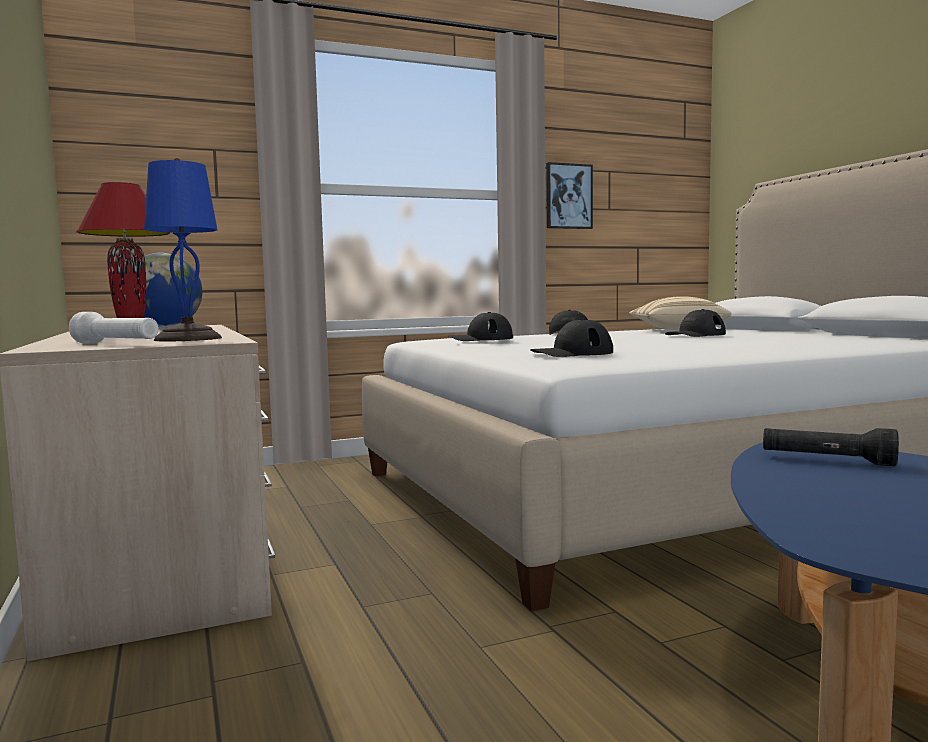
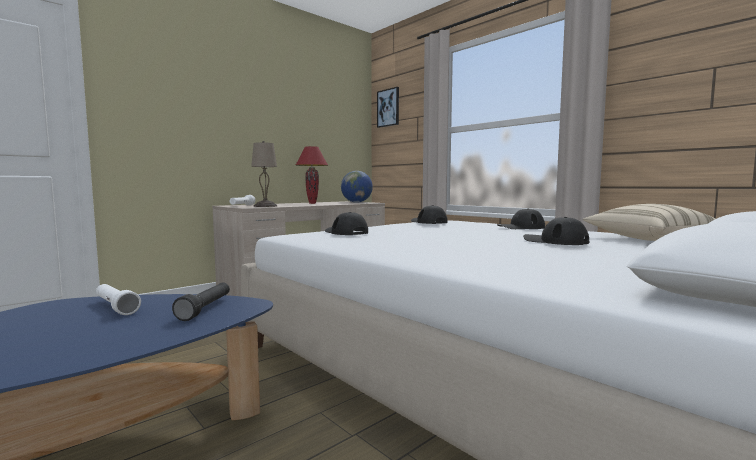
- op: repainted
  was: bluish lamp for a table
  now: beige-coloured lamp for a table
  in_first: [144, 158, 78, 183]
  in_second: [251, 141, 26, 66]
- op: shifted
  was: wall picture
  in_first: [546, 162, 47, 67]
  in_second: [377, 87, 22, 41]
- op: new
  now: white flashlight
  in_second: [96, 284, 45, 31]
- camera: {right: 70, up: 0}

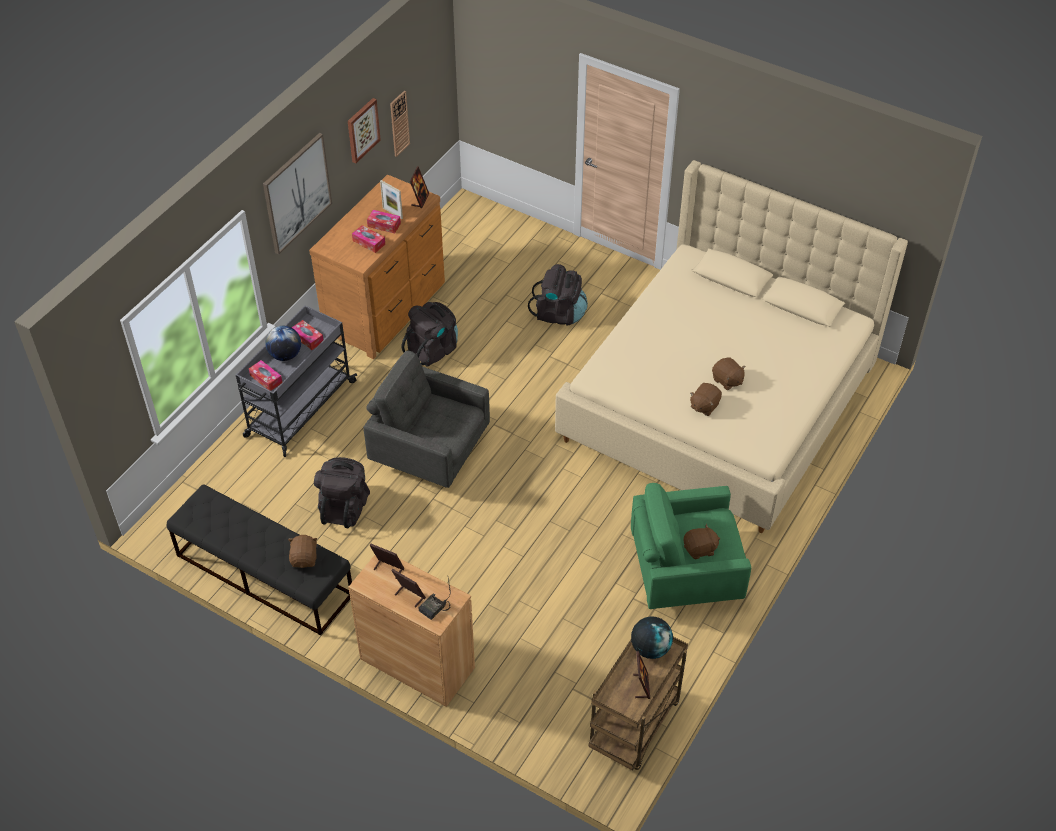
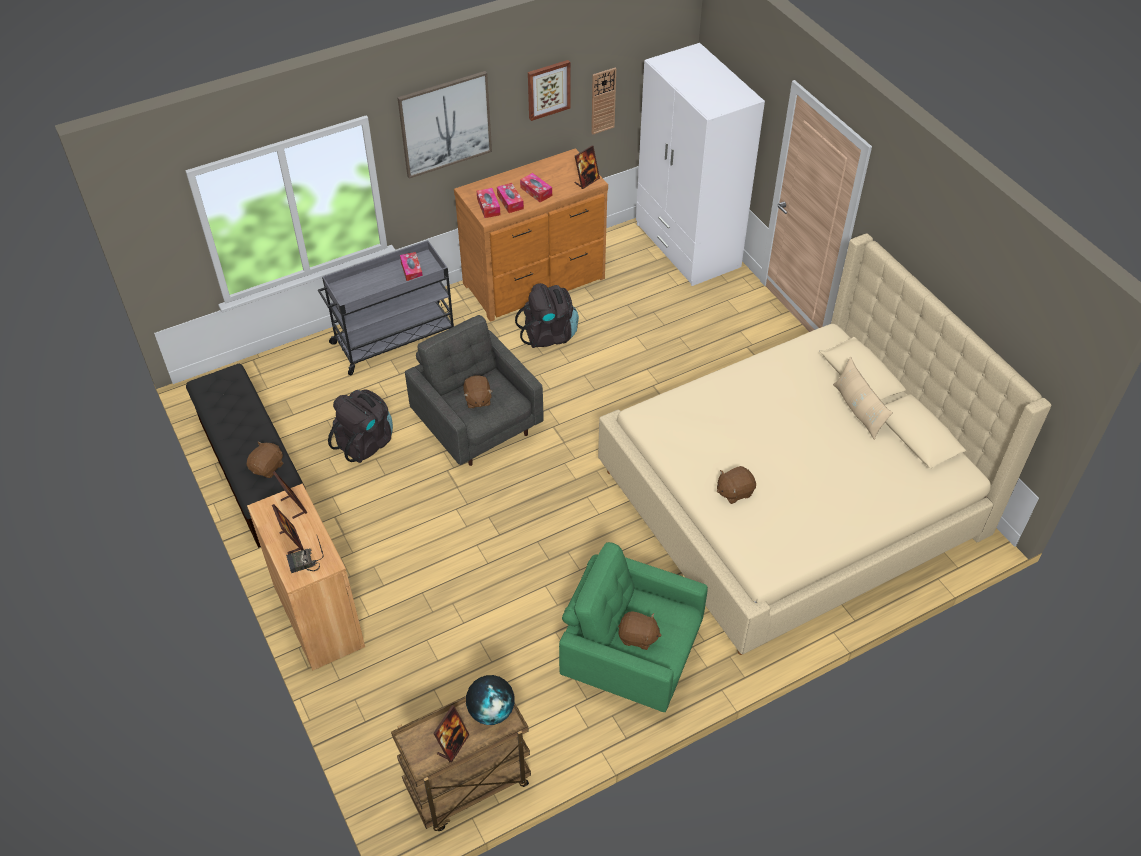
- op: shifted
  was: tissue holder
  in_first: [249, 360, 33, 31]
  in_second: [477, 188, 23, 30]
- op: gone
  was: world globe
  in_first: [265, 326, 36, 35]
- op: gone
  was: photo frame
  in_first: [380, 180, 23, 39]
- op: gone
  was: black-coloured backpack
  in_first: [528, 264, 60, 61]
- op: shifted
  was: brownish plush toy
  in_first: [712, 357, 34, 33]
  in_second: [463, 375, 29, 33]
- op: new
  now: white armoire
  in_second: [636, 43, 129, 243]
- op: new
  now: beige-coloured throw pillow
  in_second: [833, 357, 60, 83]
- camera: {right: 30, up: 0}

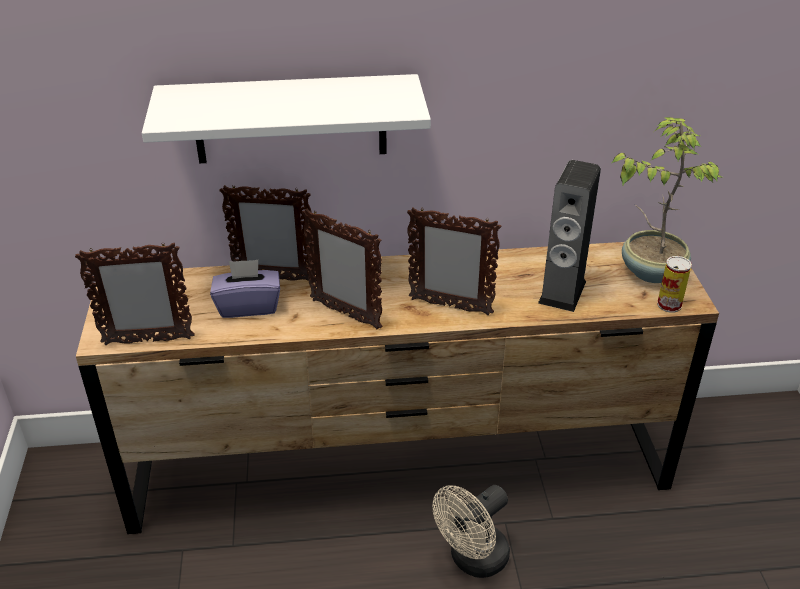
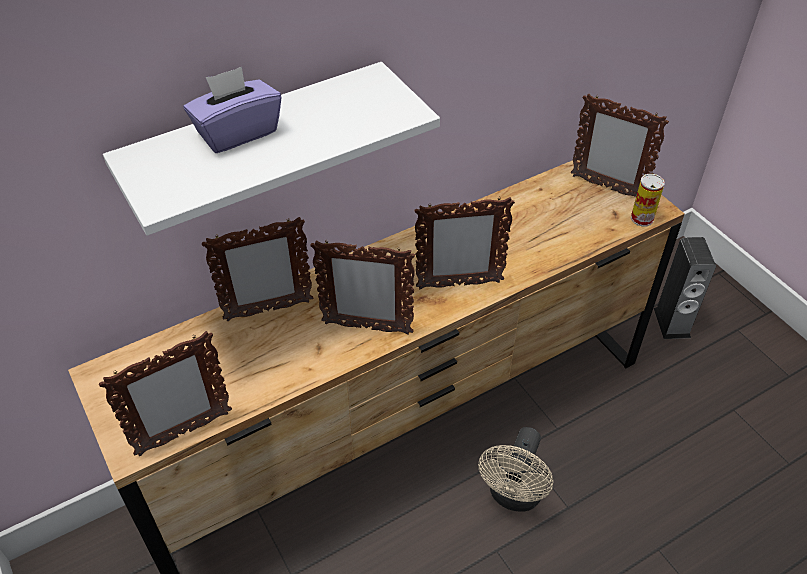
- op: shifted
  was: purple-coloured tissue holder
  in_first: [210, 260, 70, 58]
  in_second: [184, 67, 97, 86]
- op: shifted
  was: audio speaker
  in_first: [538, 160, 63, 152]
  in_second: [654, 237, 62, 102]
- op: swapped
  was: plant in a pot
  now: photo frame
  in_first: [612, 117, 110, 166]
  in_second: [571, 94, 98, 103]
- camera: {right: -25, up: 10}

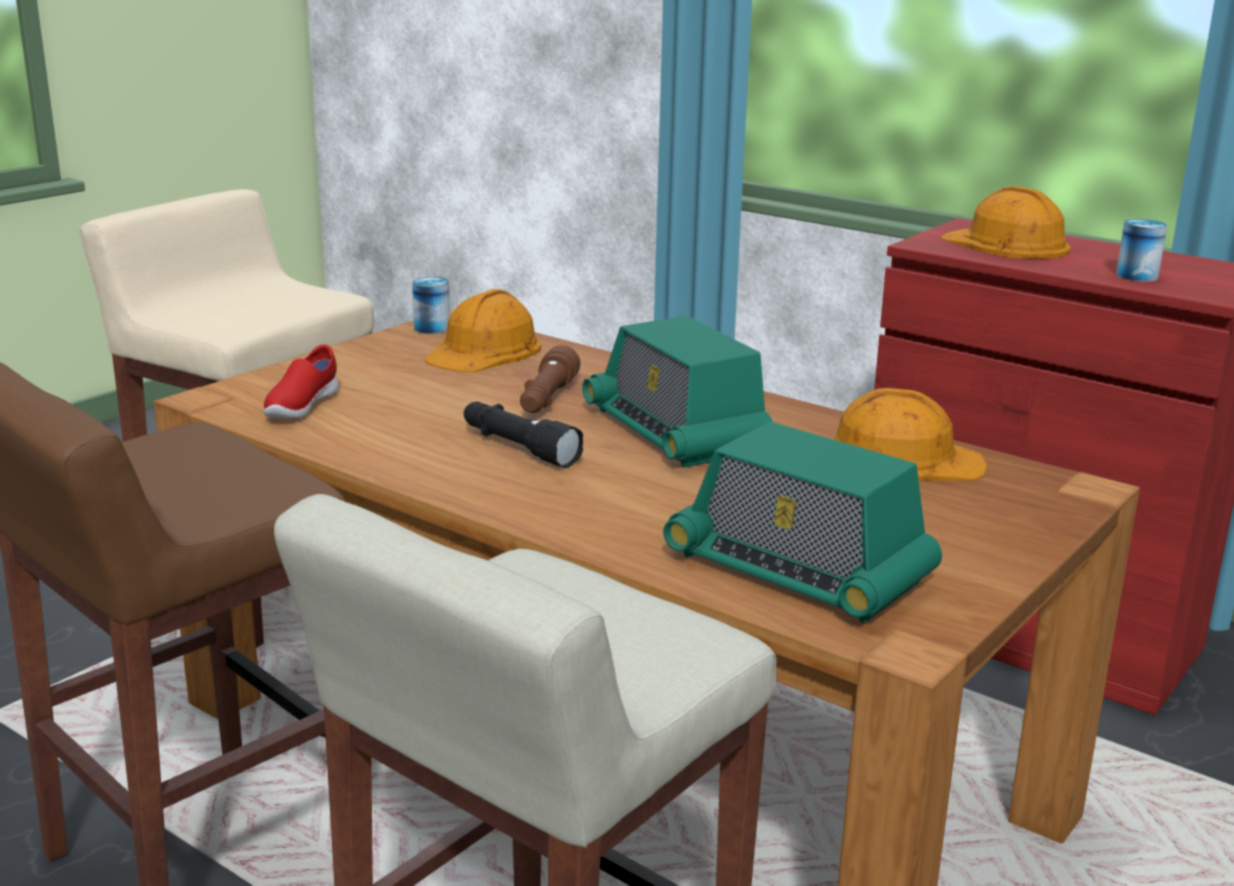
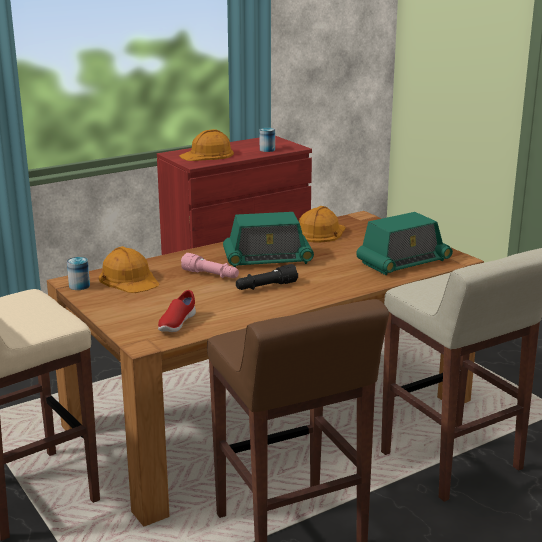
- op: rotated
  was: red-coloured shoe
  in_first: [264, 344, 75, 74]
  in_second: [158, 290, 38, 42]
  clockwise: 75
- op: repainted
  was: brownish flashlight
  now: pinkish flashlight
  in_first: [520, 345, 60, 68]
  in_second: [181, 253, 58, 25]
- camera: {right: -70, up: 0}

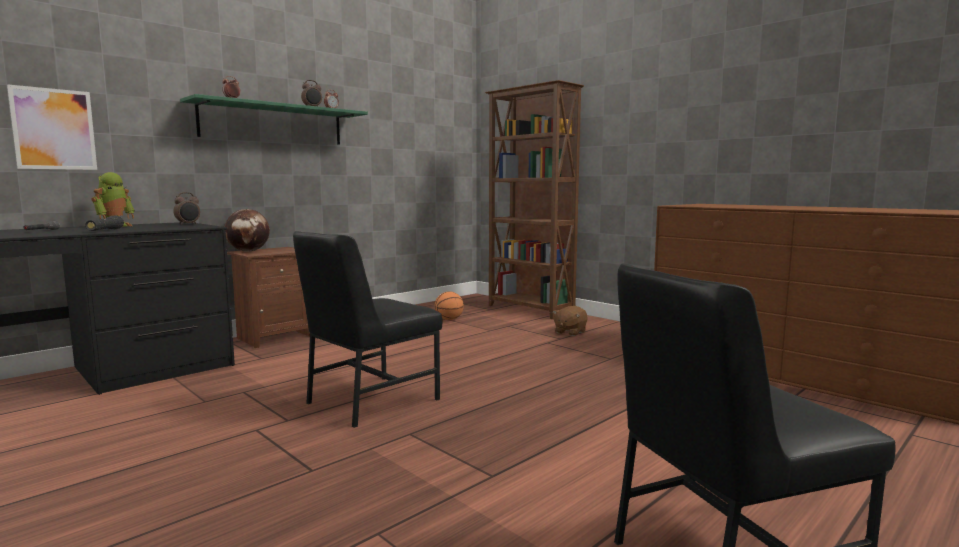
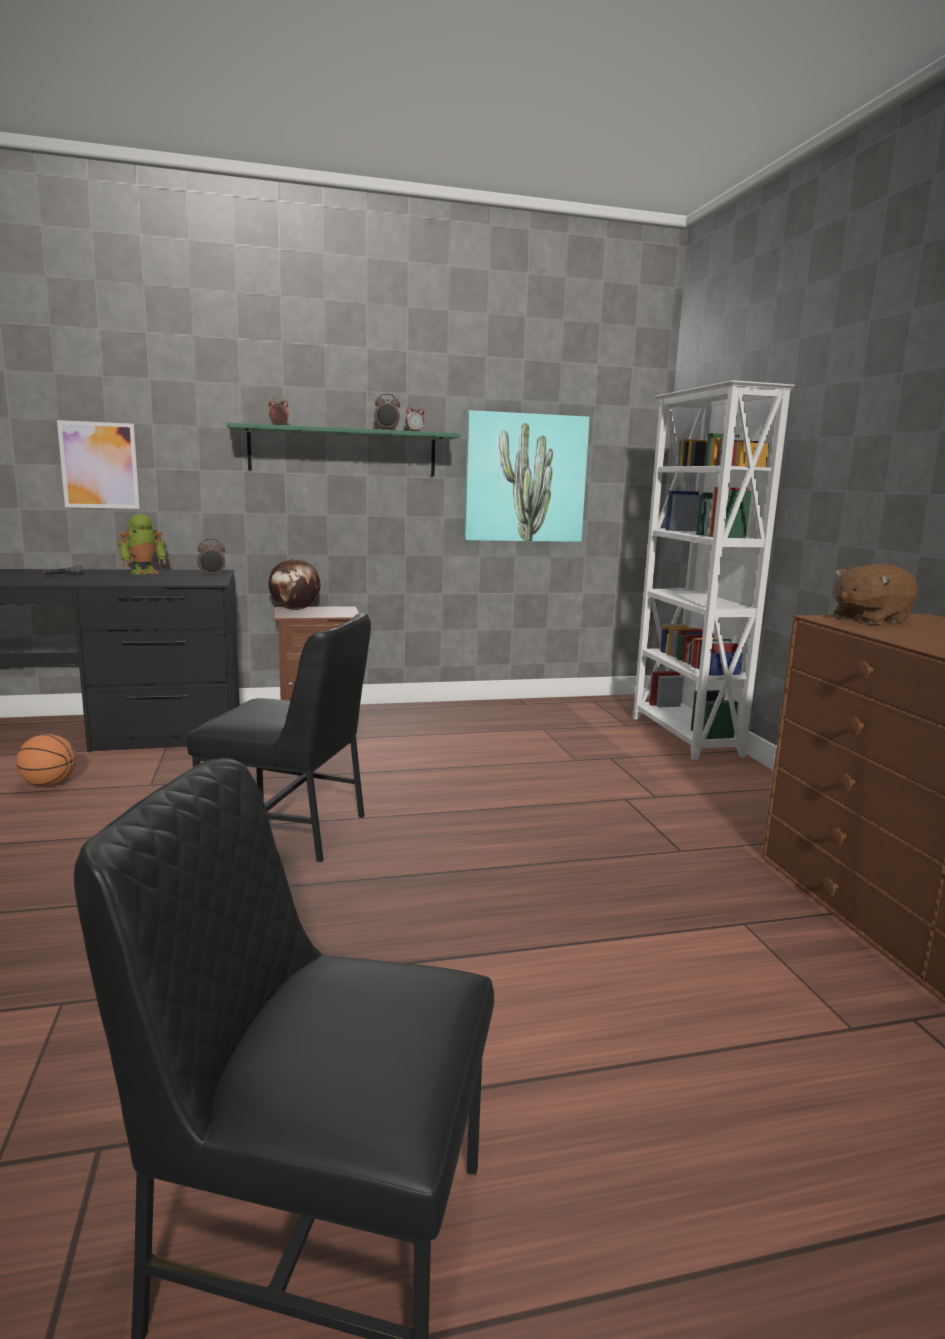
- op: gone
  was: black-coloured flashlight
  in_first: [85, 215, 39, 16]
- op: rotated
  was: black-coloured upright chair
  in_first: [293, 231, 149, 197]
  in_second: [187, 612, 184, 250]
  clockwise: -150
- op: shifted
  was: ball for basketball
  in_first: [435, 291, 29, 29]
  in_second: [16, 734, 60, 52]
- op: repainted
  was: brownish shelving unit
  now: white shelving unit
  in_first: [485, 80, 99, 239]
  in_second: [633, 380, 162, 380]
- op: shifted
  was: brownish plush toy
  in_first: [553, 306, 35, 30]
  in_second: [834, 564, 84, 60]
- op: new
  now: wall picture
  in_second: [464, 410, 126, 132]
- camera: {right: 30, up: 5}

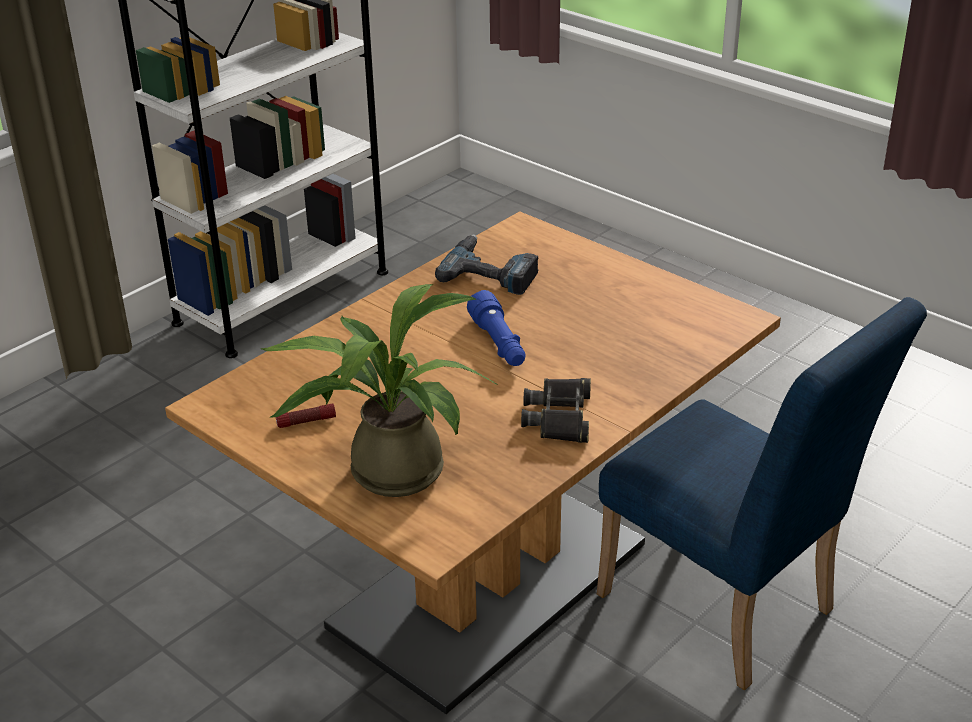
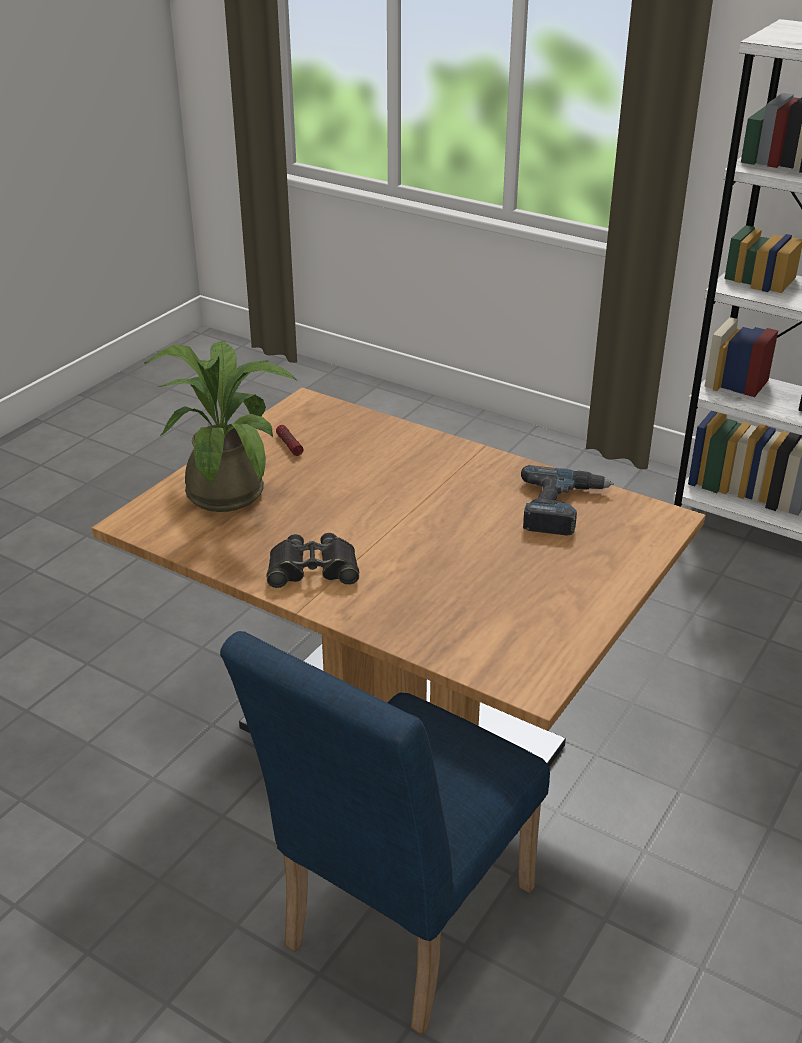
- op: gone
  was: bluish flashlight
  in_first: [467, 290, 58, 76]
- camera: {right: 80, up: 0}

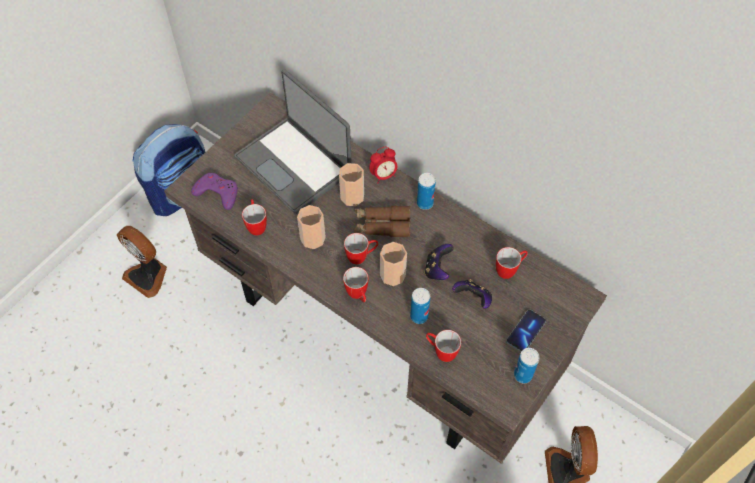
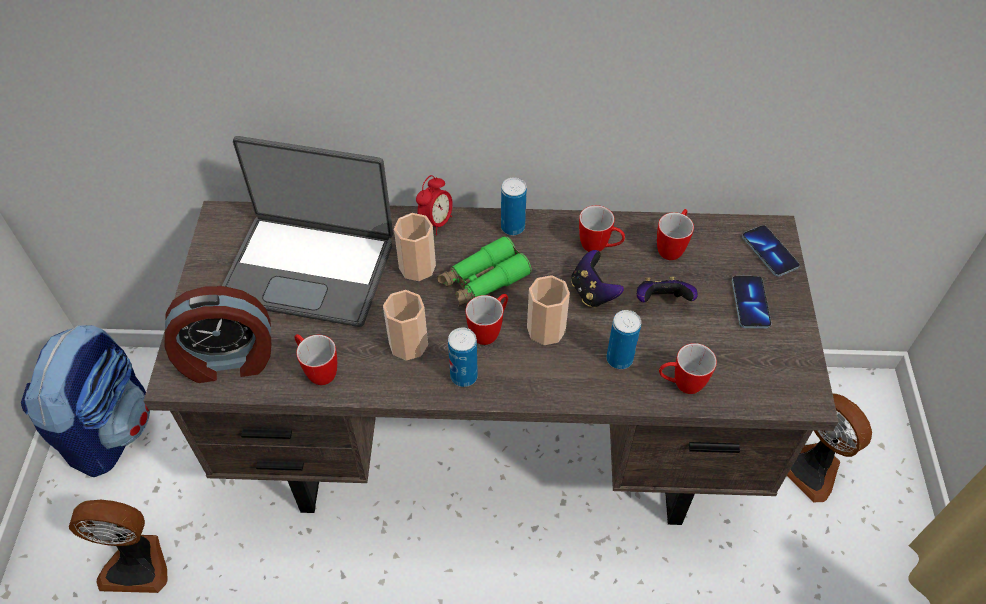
- op: swapped
  was: purple-coloured gamepad
  now: table clock
  in_first: [191, 173, 47, 37]
  in_second: [165, 286, 106, 97]
- op: shifted
  was: coffee mug
  in_first: [343, 267, 25, 35]
  in_second: [579, 205, 46, 47]
- op: repainted
  was: brownish binoculars
  now: green binoculars
  in_first: [354, 206, 56, 31]
  in_second: [437, 236, 95, 71]
- op: shifted
  was: can
  in_first: [514, 348, 25, 35]
  in_second: [448, 328, 30, 59]
- op: new
  now: phone
  in_second: [742, 225, 58, 52]
- camera: {right: -35, up: -5}

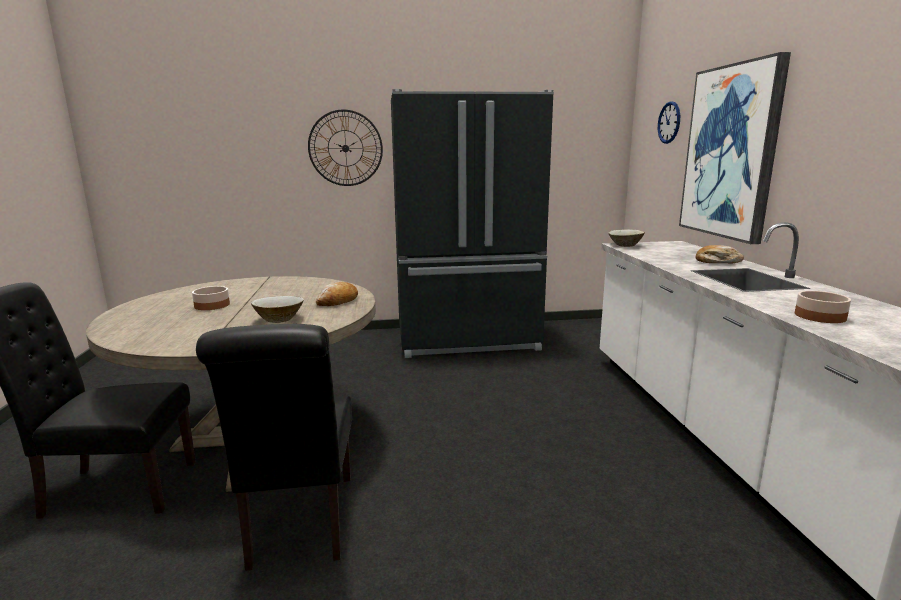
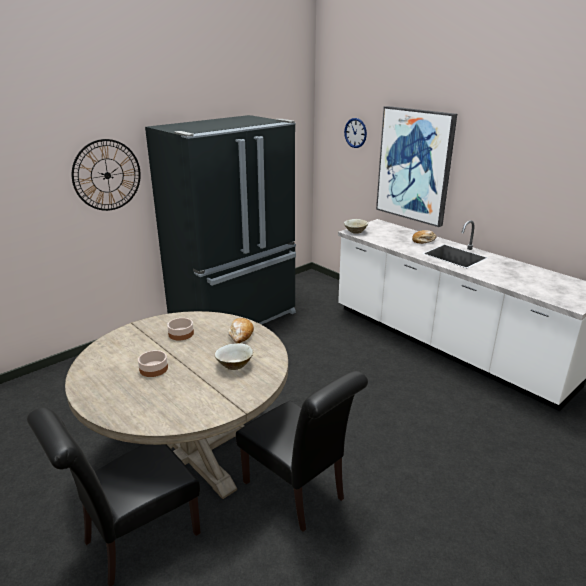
- op: shifted
  was: bowl
  in_first: [795, 291, 56, 32]
  in_second: [167, 318, 27, 22]
- camera: {right: -35, up: 10}

